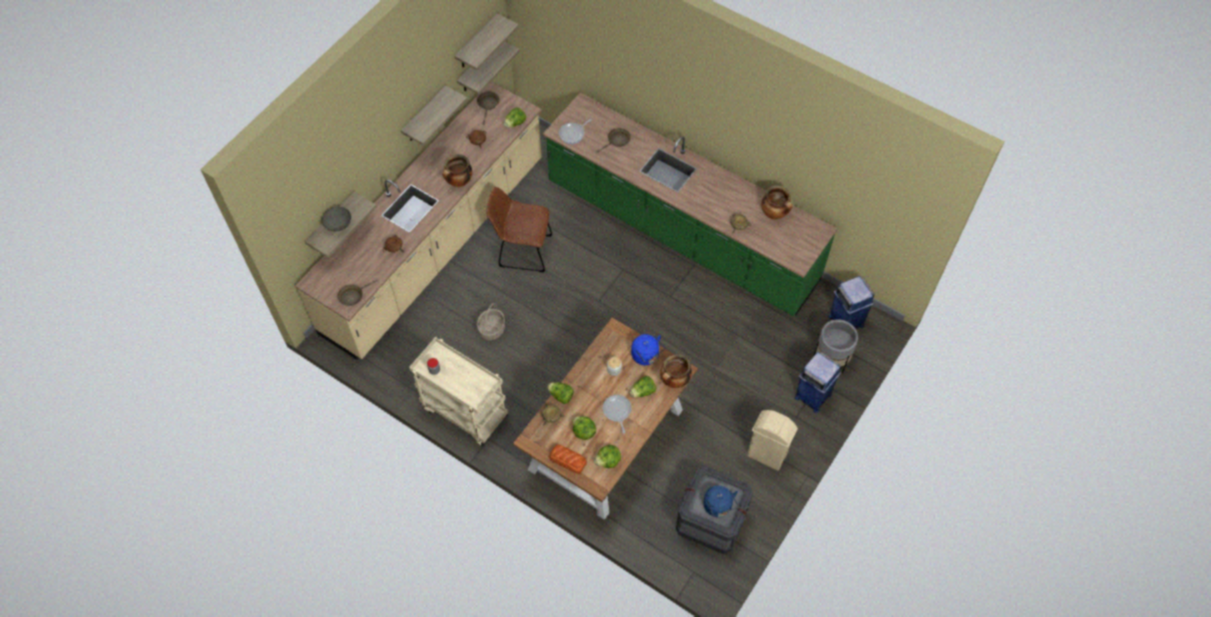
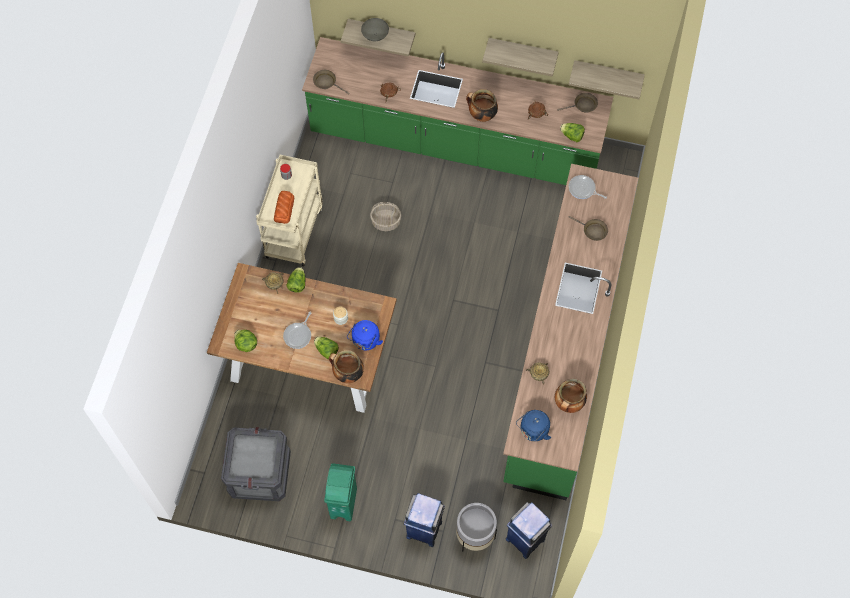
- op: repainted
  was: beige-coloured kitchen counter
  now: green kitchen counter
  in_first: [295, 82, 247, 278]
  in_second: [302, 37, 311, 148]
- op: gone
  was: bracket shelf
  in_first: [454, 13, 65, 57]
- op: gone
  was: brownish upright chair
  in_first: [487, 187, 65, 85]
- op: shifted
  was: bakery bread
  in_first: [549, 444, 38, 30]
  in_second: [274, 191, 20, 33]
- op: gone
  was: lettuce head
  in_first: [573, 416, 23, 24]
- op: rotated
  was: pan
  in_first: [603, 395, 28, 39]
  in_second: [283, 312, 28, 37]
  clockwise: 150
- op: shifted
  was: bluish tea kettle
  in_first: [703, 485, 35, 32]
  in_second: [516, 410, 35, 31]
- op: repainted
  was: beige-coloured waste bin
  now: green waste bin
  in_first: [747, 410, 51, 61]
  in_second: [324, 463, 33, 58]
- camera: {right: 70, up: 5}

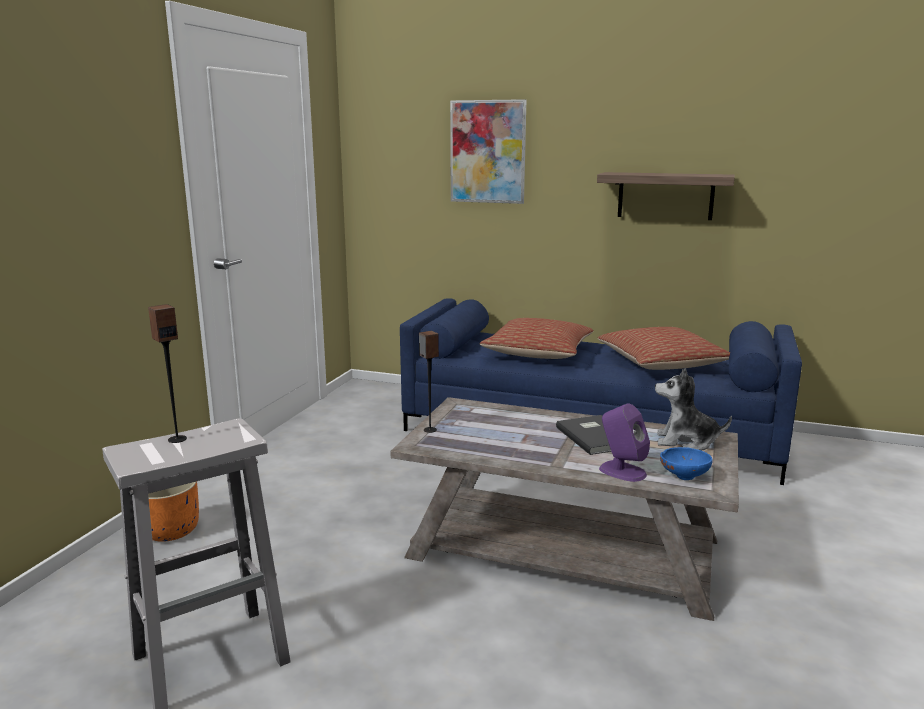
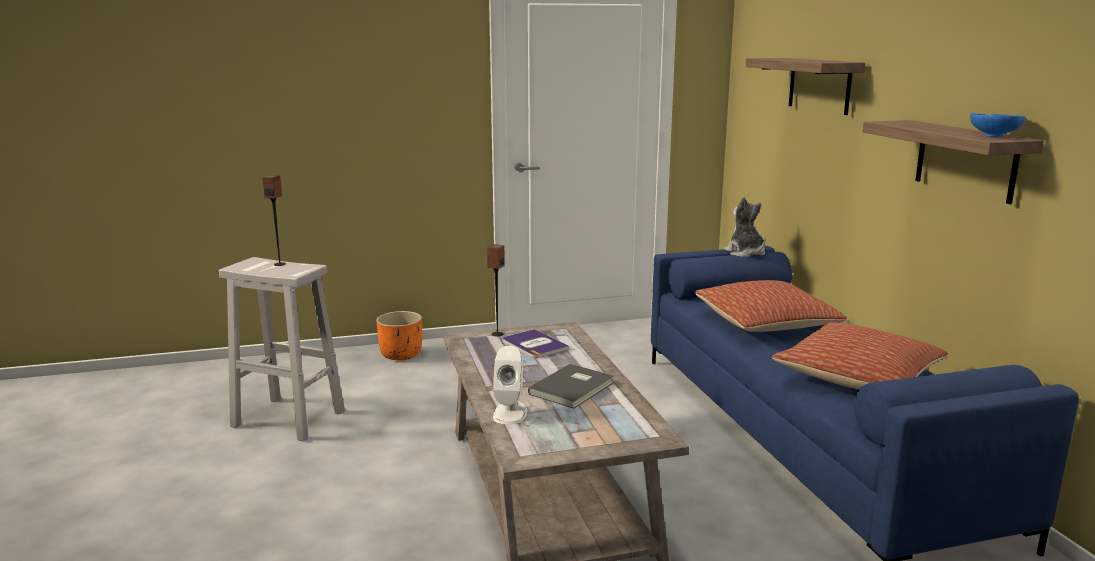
- op: swapped
  was: wall picture
  now: bracket shelf
  in_first: [450, 99, 76, 105]
  in_second: [746, 58, 119, 57]
- op: repainted
  was: purple-coloured audio speaker
  now: white audio speaker
  in_first: [599, 404, 51, 78]
  in_second: [493, 346, 34, 79]
- op: shifted
  was: plush toy
  in_first: [655, 368, 77, 83]
  in_second: [724, 197, 41, 60]
- op: shifted
  was: bluish bowl
  in_first: [660, 447, 53, 33]
  in_second: [970, 113, 56, 24]
- op: new
  now: volume
  in_second: [503, 329, 66, 30]
- camera: {right: 55, up: 0}

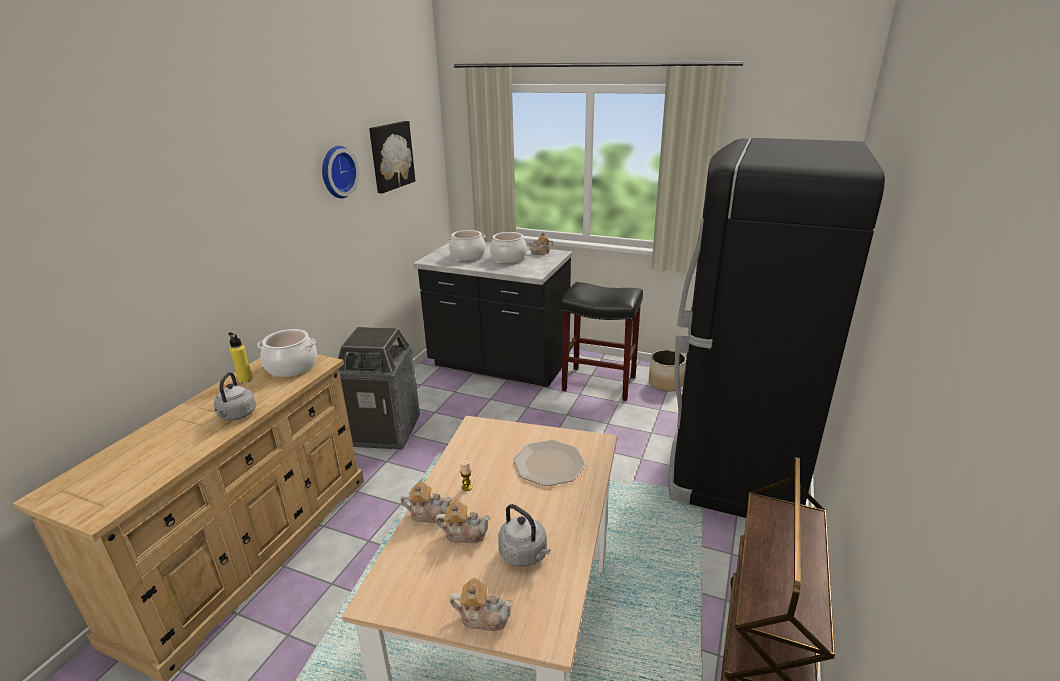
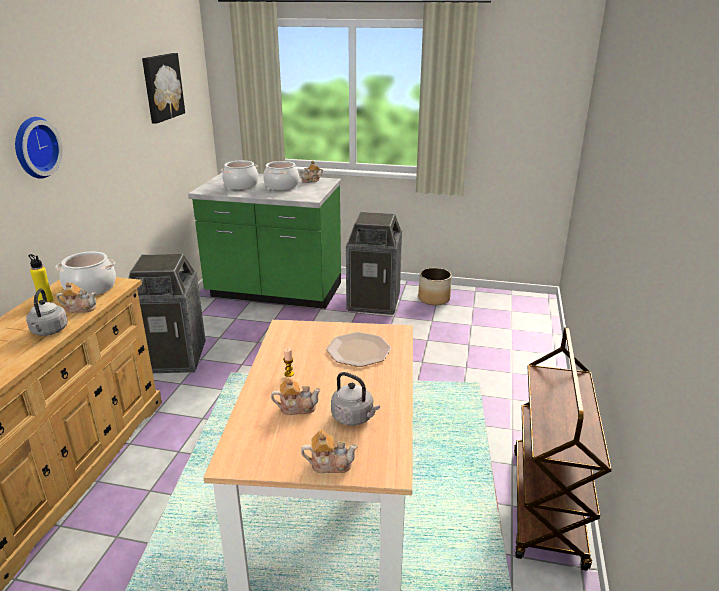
- op: shifted
  was: wall clock
  in_first: [322, 146, 37, 52]
  in_second: [15, 117, 48, 62]
- op: shifted
  was: tea pot
  in_first: [400, 481, 52, 42]
  in_second: [57, 282, 39, 31]
- op: repainted
  was: black-coloured kitchen counter
  now: green kitchen counter
  in_first: [413, 242, 159, 145]
  in_second: [188, 172, 153, 137]
- op: swapped
  was: black-coloured stool
  now: waste bin
  in_first: [561, 282, 82, 119]
  in_second: [346, 212, 56, 103]
- op: gone
  was: black-coloured refrigerator
  in_first: [668, 138, 217, 380]
- camera: {right: -10, up: 0}

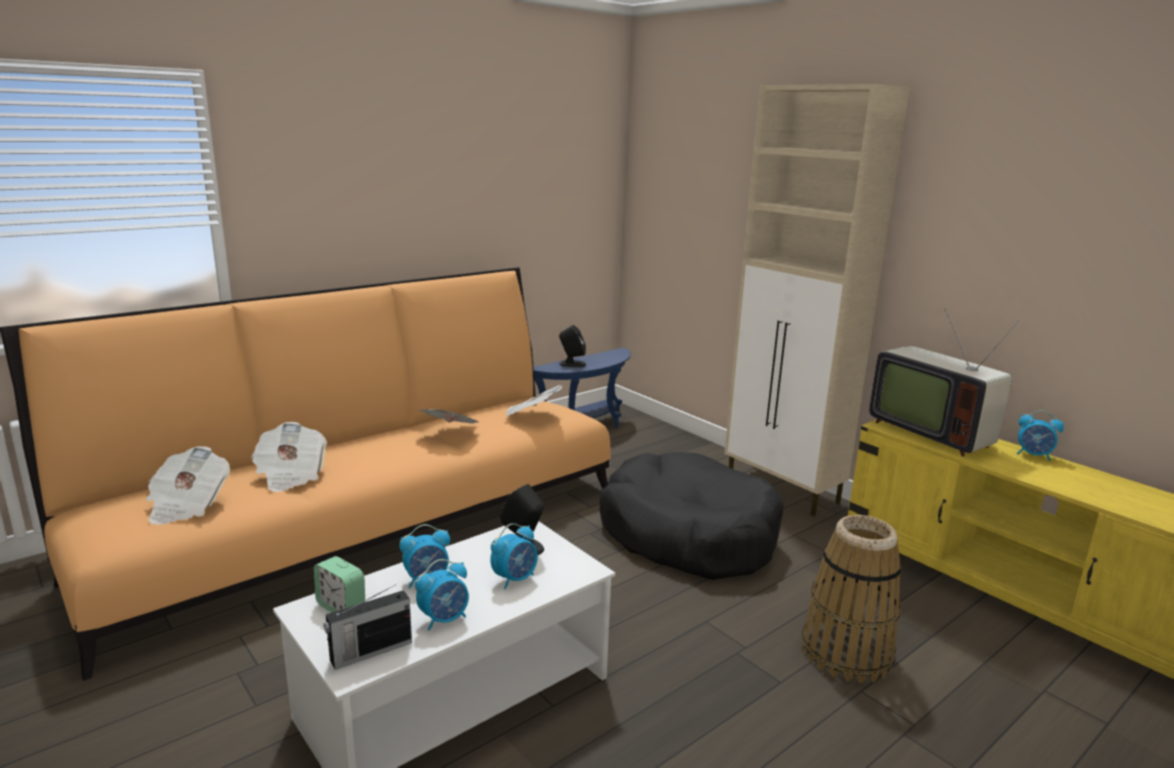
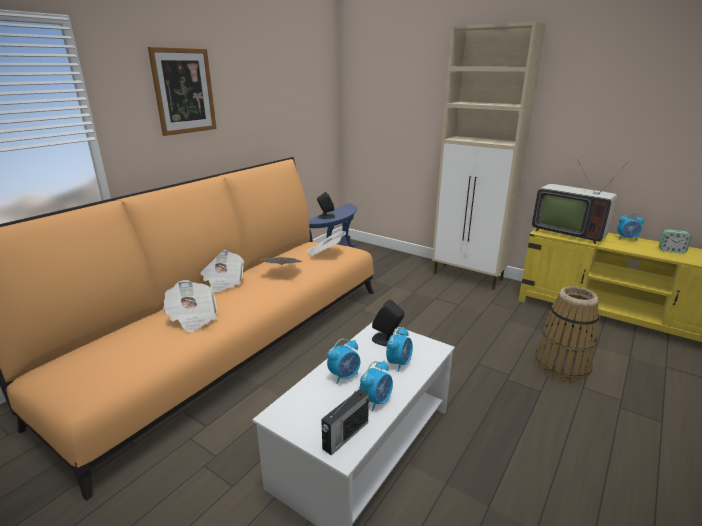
- op: shifted
  was: daily paper
  in_first: [146, 446, 84, 79]
  in_second: [200, 250, 44, 42]
- op: shifted
  was: table clock
  in_first: [314, 556, 51, 56]
  in_second: [659, 229, 33, 25]
- op: gone
  was: black-coloured dog bed
  in_first: [600, 452, 184, 128]
- op: new
  now: wall picture
  in_second: [148, 47, 69, 89]
- camera: {right: -15, up: 5}

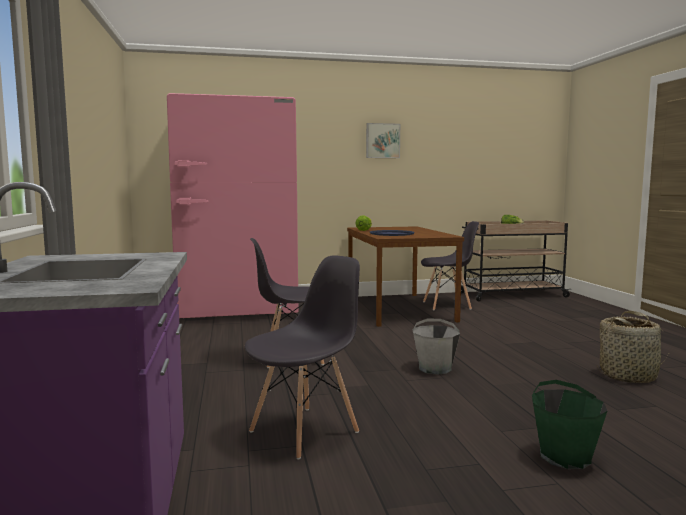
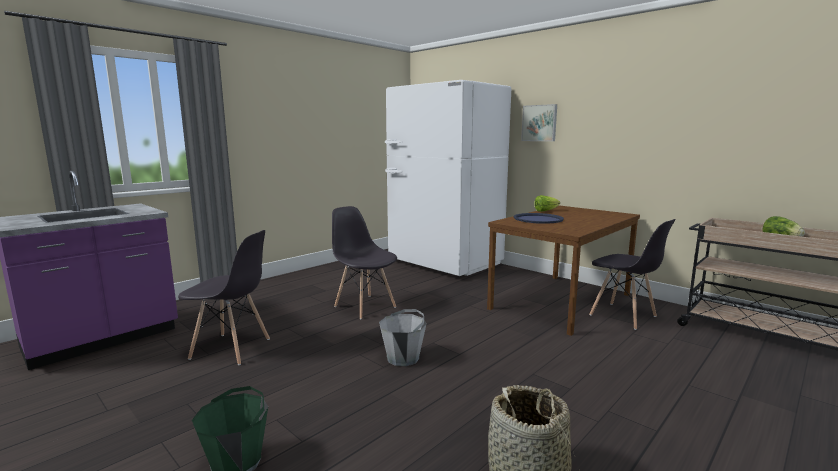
- op: repainted
  was: pinkish refrigerator
  now: white refrigerator
  in_first: [167, 93, 132, 225]
  in_second: [385, 80, 126, 196]
- op: shifted
  was: wall picture
  in_first: [366, 123, 34, 35]
  in_second: [521, 104, 36, 37]
- camera: {right: 55, up: 5}

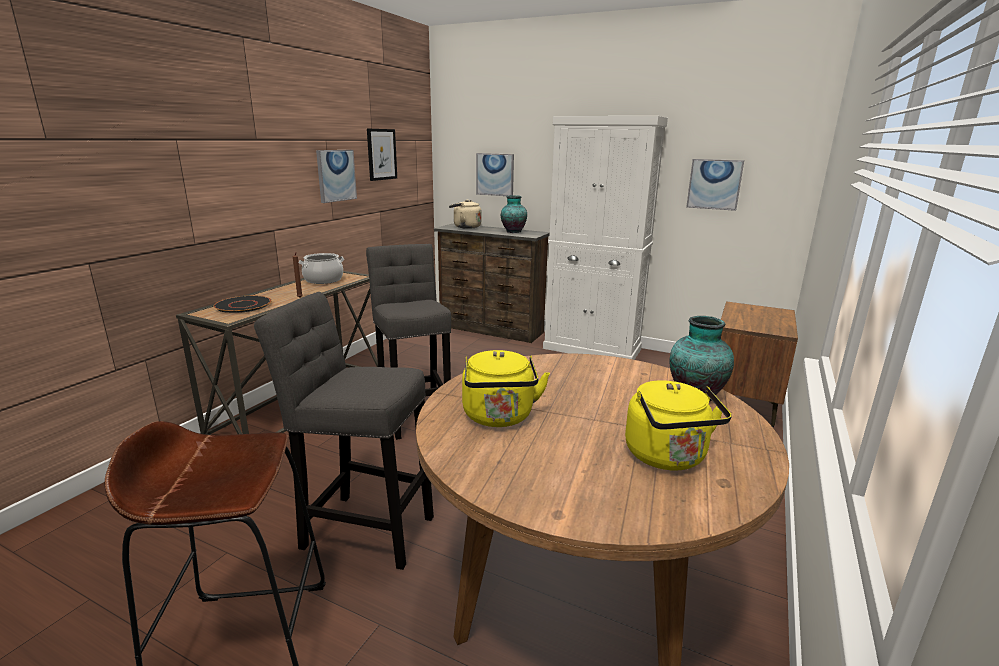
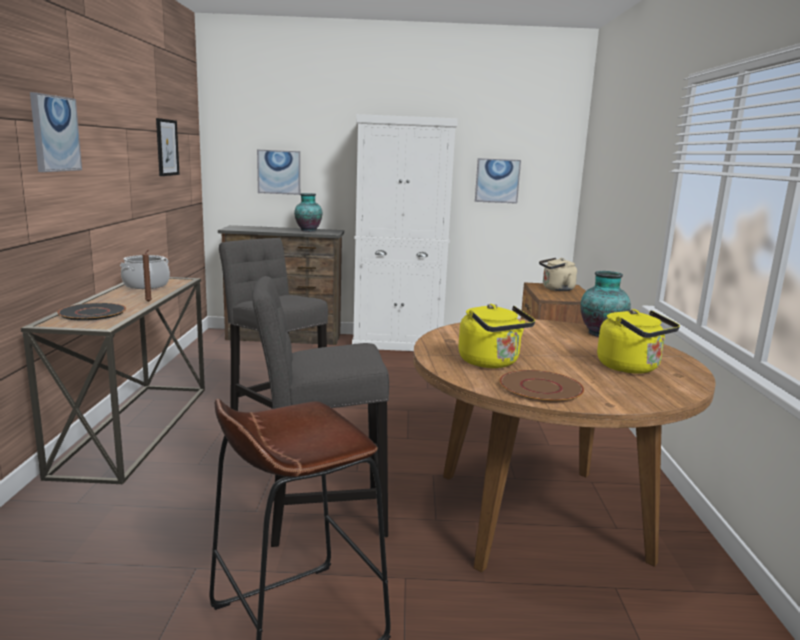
- op: shifted
  was: wall picture
  in_first: [316, 150, 41, 53]
  in_second: [30, 92, 52, 80]
- op: shifted
  was: beige-coloured tea kettle
  in_first: [449, 200, 33, 29]
  in_second: [539, 258, 38, 33]
- op: new
  now: brownish flat dish
  in_second: [499, 370, 85, 33]
- camera: {right: -25, up: -5}

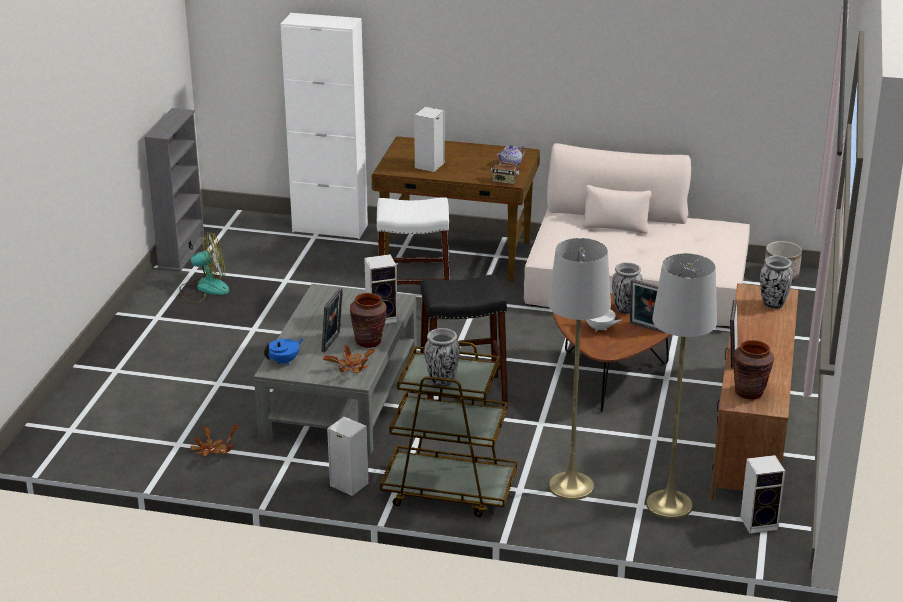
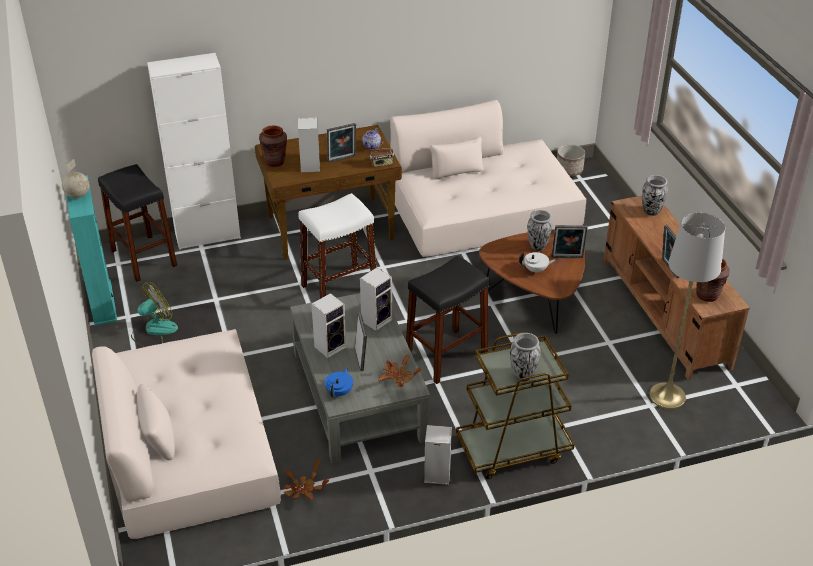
- op: repainted
  was: gray shelving unit
  now: turquoise-coloured shelving unit
  in_first: [144, 108, 61, 163]
  in_second: [66, 175, 51, 151]
- op: shifted
  was: brownish vase
  in_first: [350, 293, 37, 55]
  in_second: [259, 126, 28, 41]
- op: gone
  was: gray standing lamp
  in_first: [548, 238, 63, 262]
- op: shifted
  was: audio speaker
  in_first: [740, 455, 45, 79]
  in_second: [311, 293, 35, 65]
- op: new
  now: world globe
  in_second: [62, 159, 27, 39]
- op: new
  now: beige-coloured sofa
  in_second: [92, 329, 189, 210]
- op: new
  now: black-coloured stool
  in_second: [98, 164, 79, 118]
- op: new
  now: photo frame
  in_second: [327, 123, 29, 40]
- camera: {right: -30, up: 10}

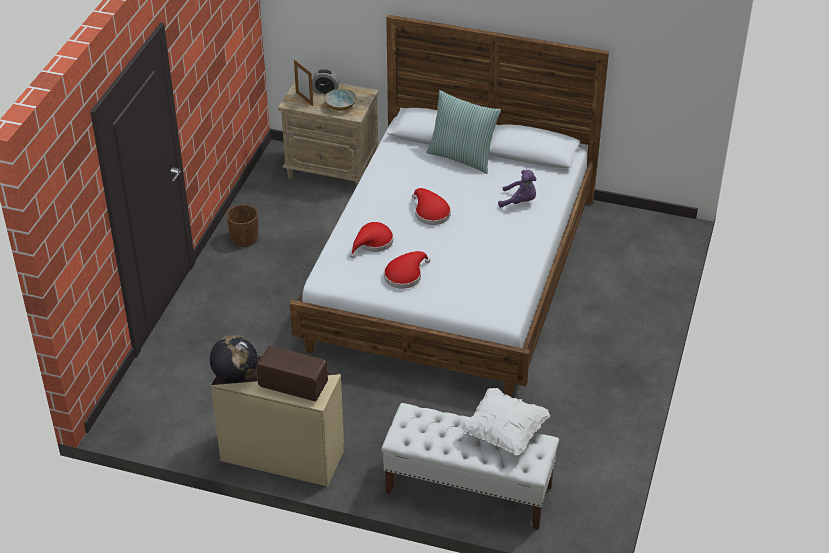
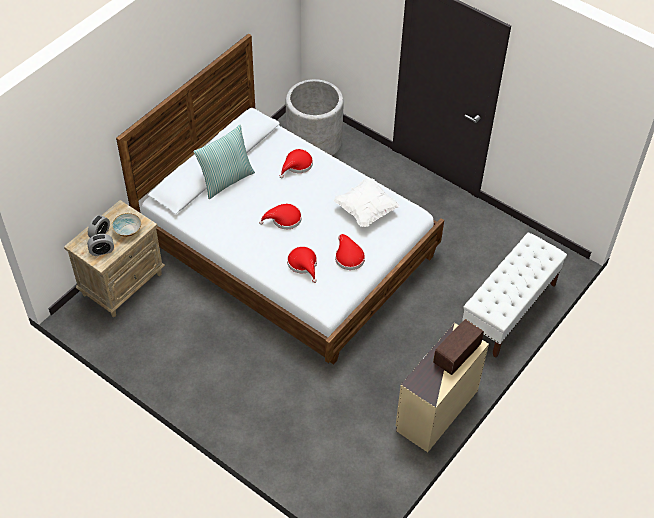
- op: gone
  was: world globe
  in_first: [210, 335, 48, 48]
- op: gone
  was: brownish plant pot
  in_first: [226, 204, 32, 43]
- op: swapped
  was: photo frame
  now: table clock
  in_first: [294, 60, 19, 46]
  in_second: [87, 234, 27, 22]
- op: shifted
  was: white throw pillow
  in_first: [460, 387, 90, 68]
  in_second: [334, 178, 66, 49]
- op: swapped
  was: purple-coloured plush toy
  now: red-coloured hat
  in_first: [498, 170, 39, 37]
  in_second: [280, 149, 33, 29]
- op: new
  now: gray plant pot
  in_second: [286, 79, 58, 77]
- camera: {right: -70, up: 10}

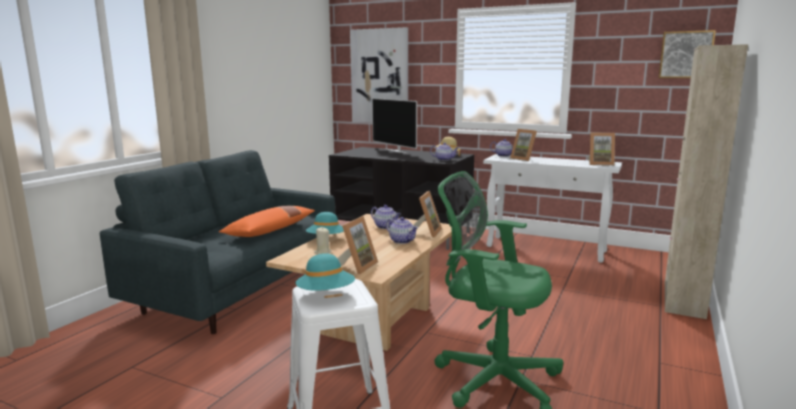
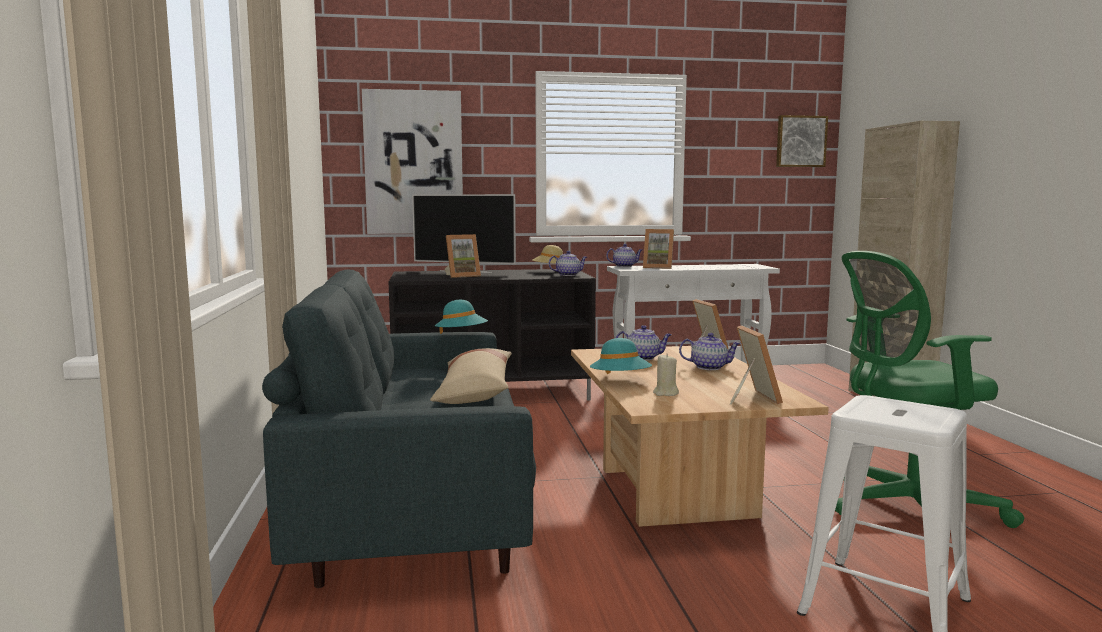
- op: repainted
  was: orange-coloured throw pillow
  now: beige-coloured throw pillow
  in_first: [219, 206, 96, 31]
  in_second: [430, 348, 82, 56]
- op: shifted
  was: turquoise-coloured hat
  in_first: [295, 253, 60, 38]
  in_second: [435, 300, 53, 34]
- op: shifted
  was: photo frame
  in_first: [588, 132, 27, 34]
  in_second: [445, 234, 36, 44]
- camera: {right: -35, up: -5}

